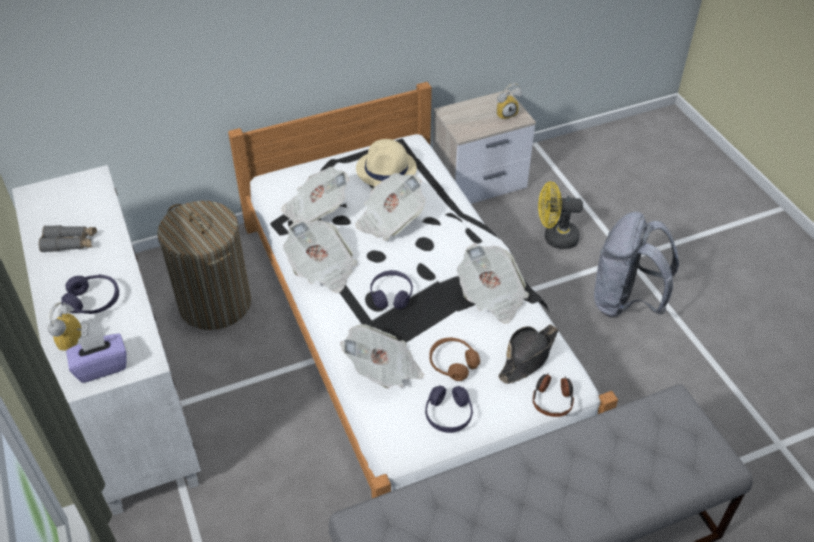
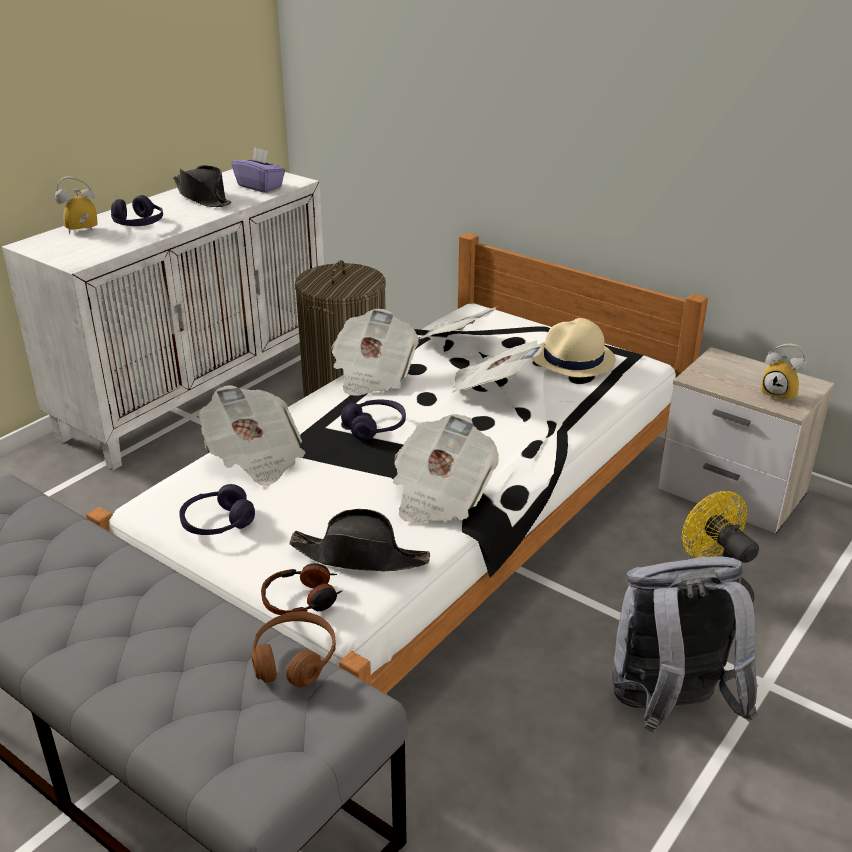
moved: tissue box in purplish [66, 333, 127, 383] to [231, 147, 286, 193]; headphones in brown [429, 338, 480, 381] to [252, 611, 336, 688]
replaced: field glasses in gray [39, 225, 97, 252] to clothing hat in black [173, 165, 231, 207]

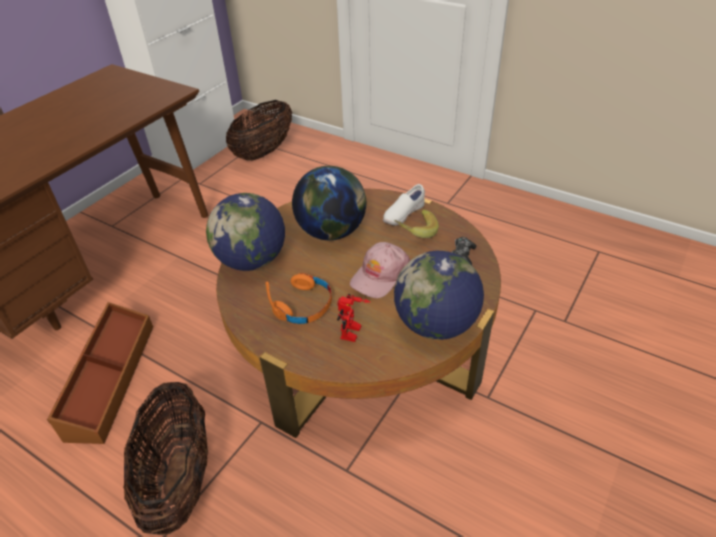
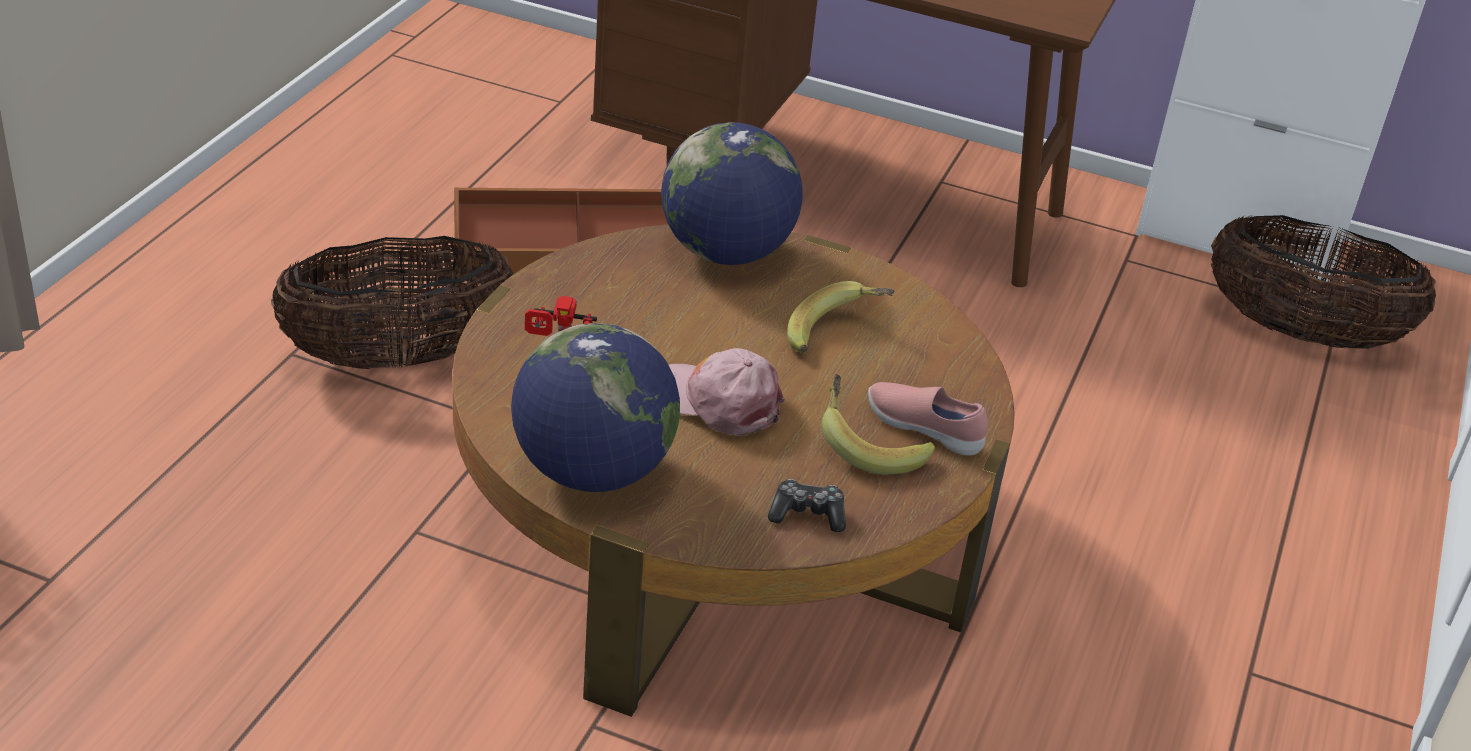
removed: headphones in orange-coloured [266, 273, 332, 324]
replaced: desk globe [292, 166, 366, 240] to banana [787, 281, 894, 353]
recoloured: item of footwear in white-coloured [383, 184, 425, 225] to item of footwear in pinkish [868, 382, 988, 456]

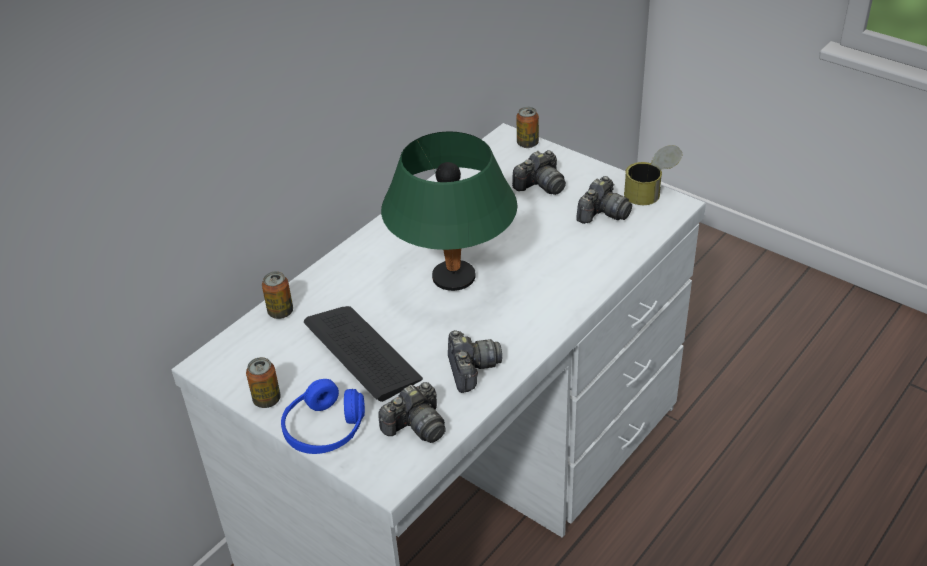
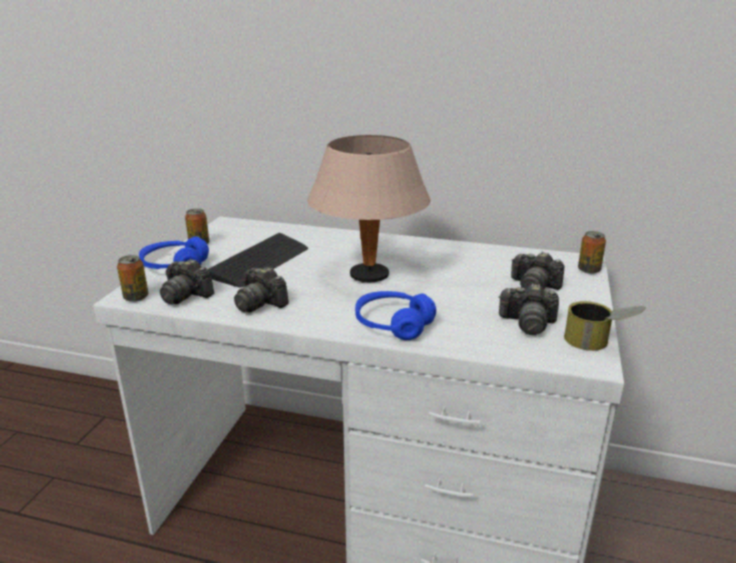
added: headphones in blue-coloured [355, 291, 436, 340]
moved: sealed can [262, 271, 293, 319] to [117, 255, 148, 302]
recoloured: table lamp in green [381, 131, 517, 291] to table lamp in sand-coloured [308, 135, 430, 282]
turned: photo camera [448, 330, 502, 393] = [234, 267, 289, 313] 75 degrees clockwise

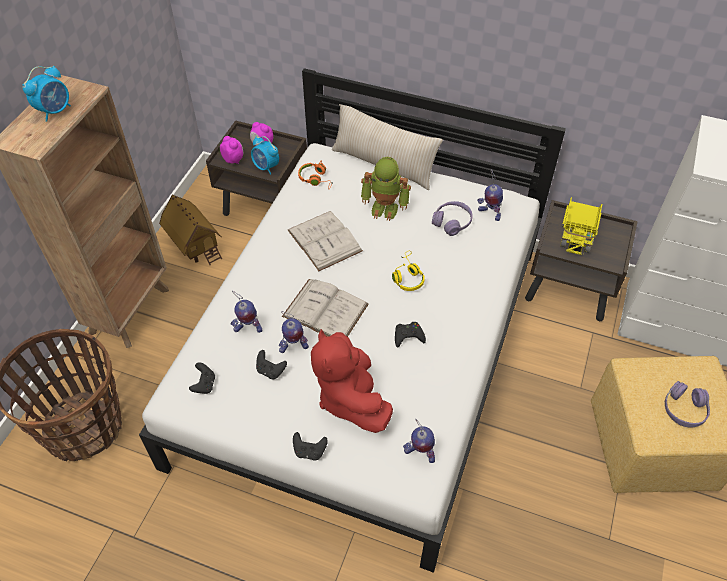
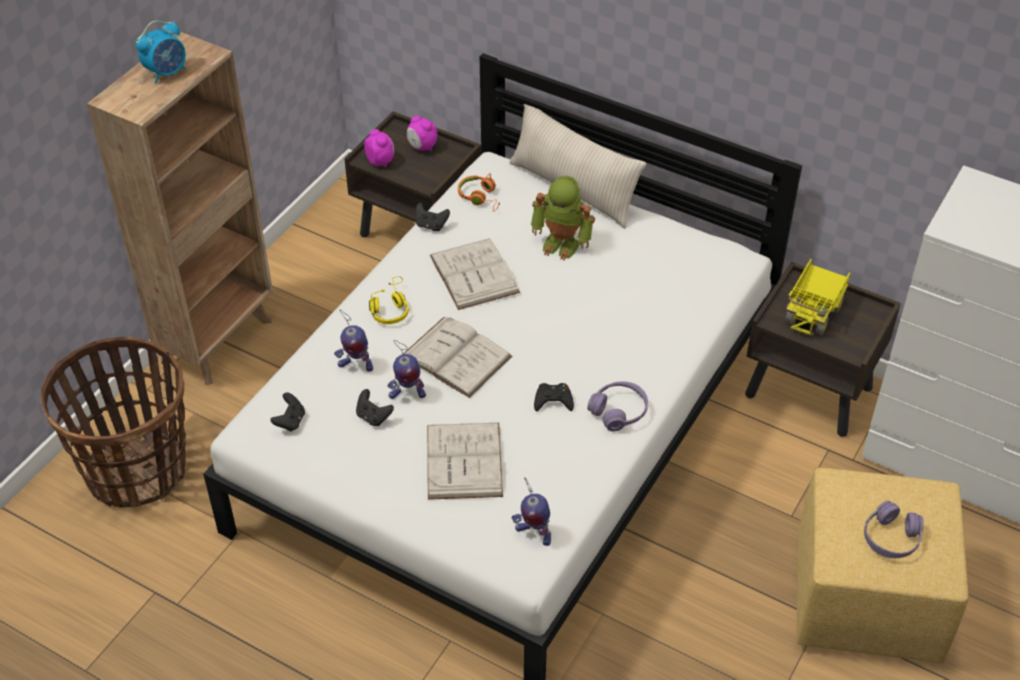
removed: miniature house [159, 195, 222, 265]; bedside clock [251, 136, 279, 175]; robot figure [477, 170, 503, 221]
moved: joypad in black [293, 432, 328, 461] to [415, 202, 450, 231]; headphones in yellow [392, 251, 425, 291] to [369, 276, 409, 324]; headphones in purplish [432, 201, 473, 236] to [587, 381, 648, 432]
replaced: soft toy in red-coloured [311, 329, 393, 433] to book in white-coloured [427, 423, 503, 500]

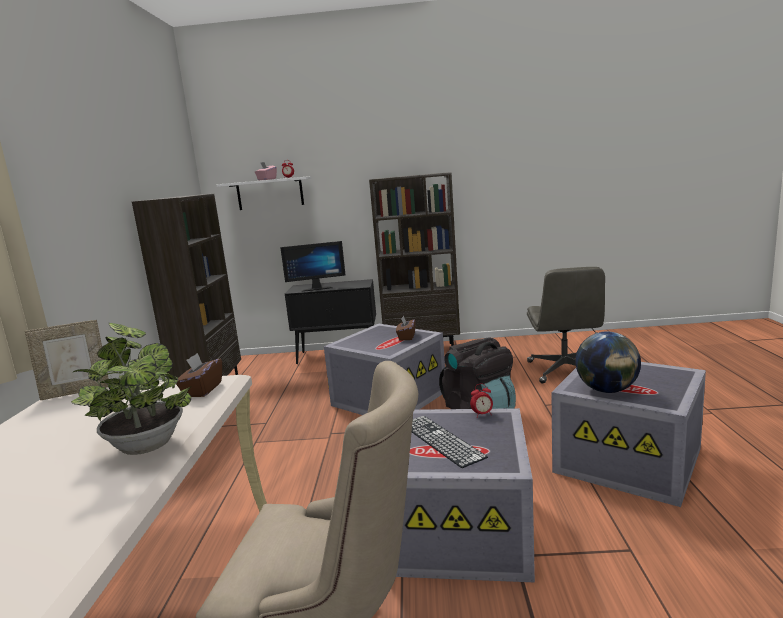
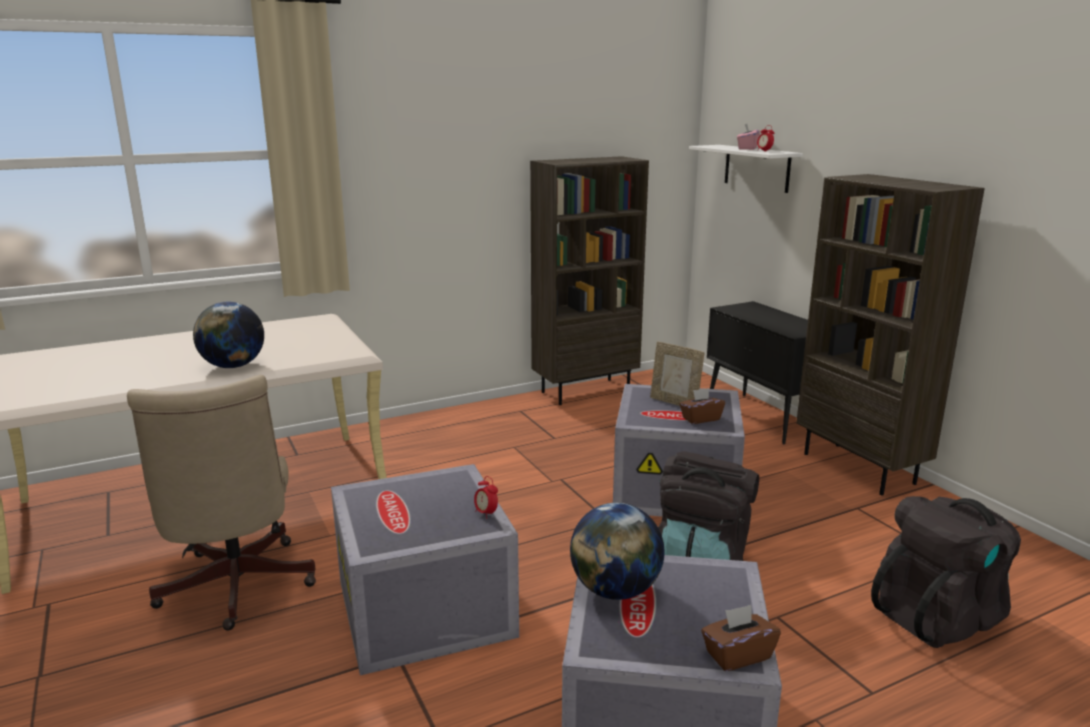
removed: computer screen [280, 241, 345, 292]; PC keyboard [412, 416, 488, 468]
moved: picture frame [25, 320, 109, 400] to [650, 341, 705, 406]; tissue box in brown [176, 353, 222, 397] to [701, 605, 781, 671]
replaced: plant in a pot [71, 323, 191, 455] to desk globe [193, 302, 264, 368]; computer chair in gray [527, 267, 605, 383] to knapsack in black [871, 496, 1021, 648]

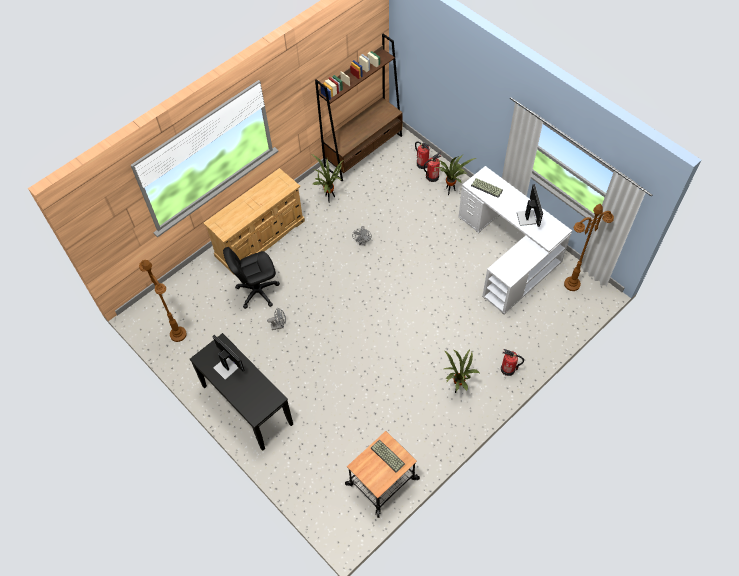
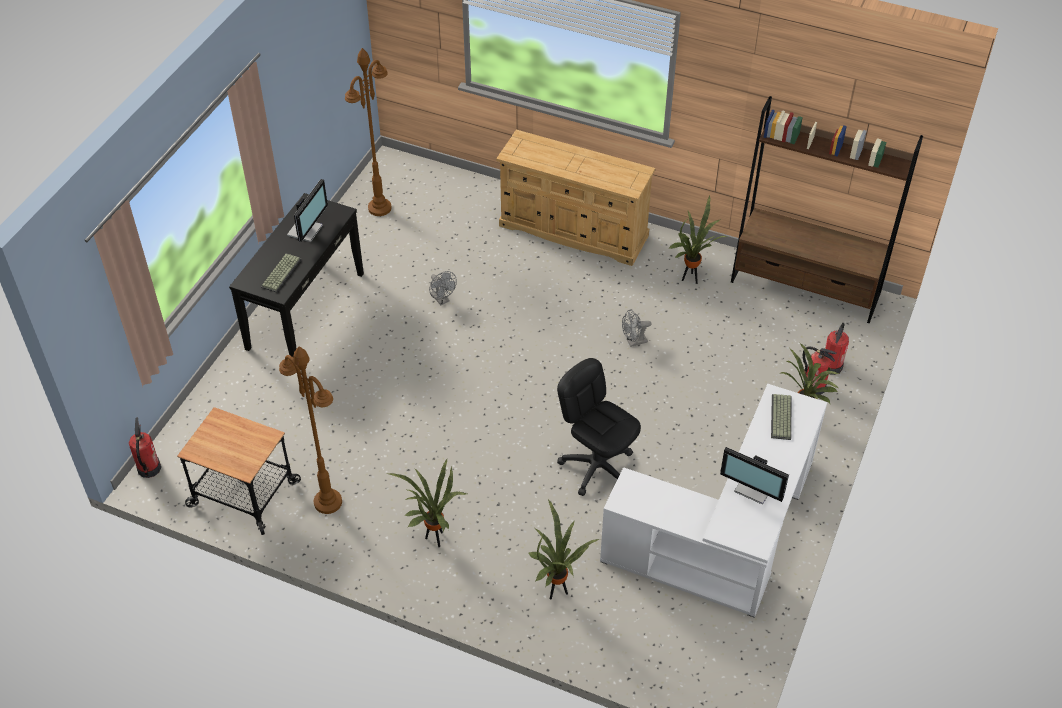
added: plant in a pot [529, 499, 600, 600]
moved: computer chair in black [223, 247, 280, 309] to [557, 358, 641, 496]; PC keyboard [371, 439, 405, 473] to [261, 253, 302, 293]; fire-fighting cylinder [501, 349, 524, 376] to [129, 417, 161, 478]; standing lamp in brown [564, 204, 614, 291] to [279, 347, 342, 514]
turned: computer screen [517, 184, 543, 227] = [720, 447, 789, 505] 60 degrees clockwise

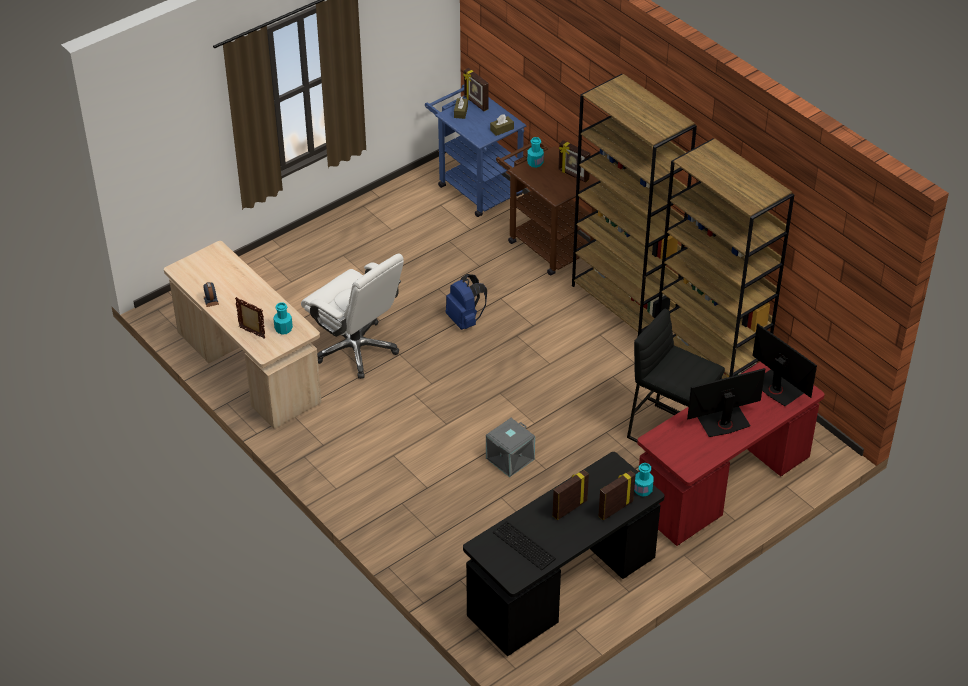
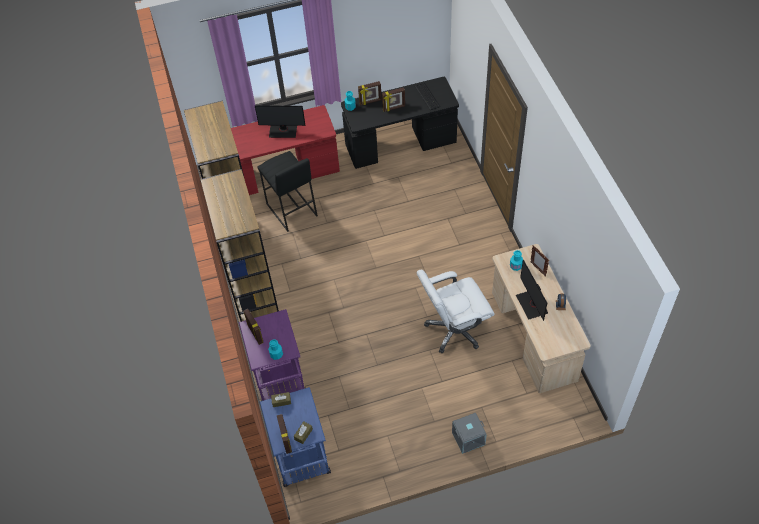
removed: knapsack in blue-coloured [446, 274, 487, 330]
moved: storage bin in gray [486, 418, 535, 477] to [452, 413, 487, 454]; computer screen [752, 323, 817, 406] to [516, 260, 548, 321]
recoloured: cart in brown [496, 142, 599, 276] to cart in purplish [239, 309, 306, 401]
turned: computer chair in white-coloured [301, 254, 404, 379] = [417, 270, 494, 353] 90 degrees counterclockwise

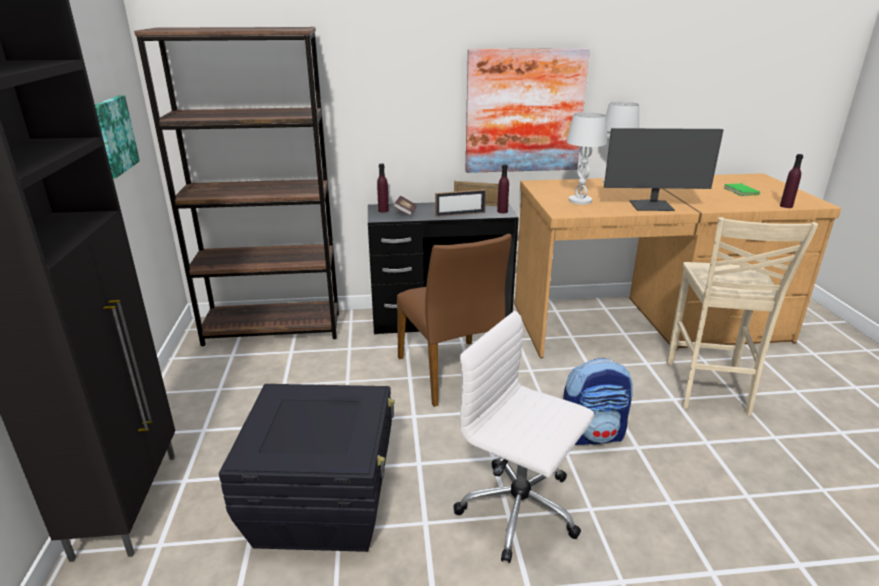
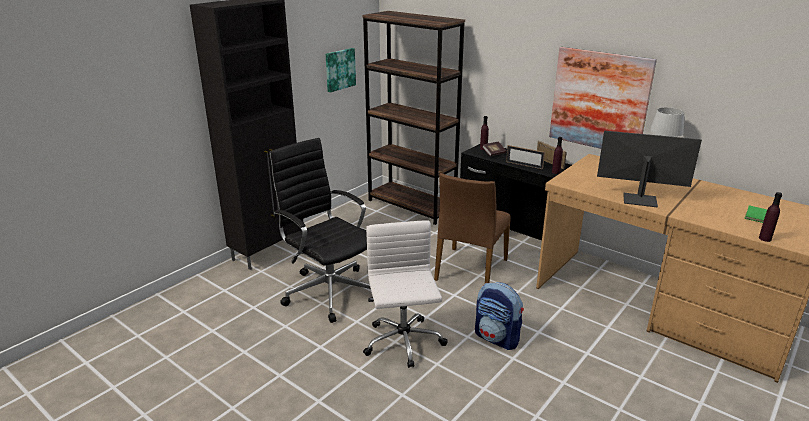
removed: table lamp in white-coloured [567, 112, 607, 205]; upright chair in sand-coloured [667, 217, 818, 415]
replaced: storage bin in black [219, 384, 395, 552] to computer chair in black [269, 138, 371, 323]
turned: computer screen [604, 128, 724, 211] = [597, 131, 702, 208] 150 degrees clockwise

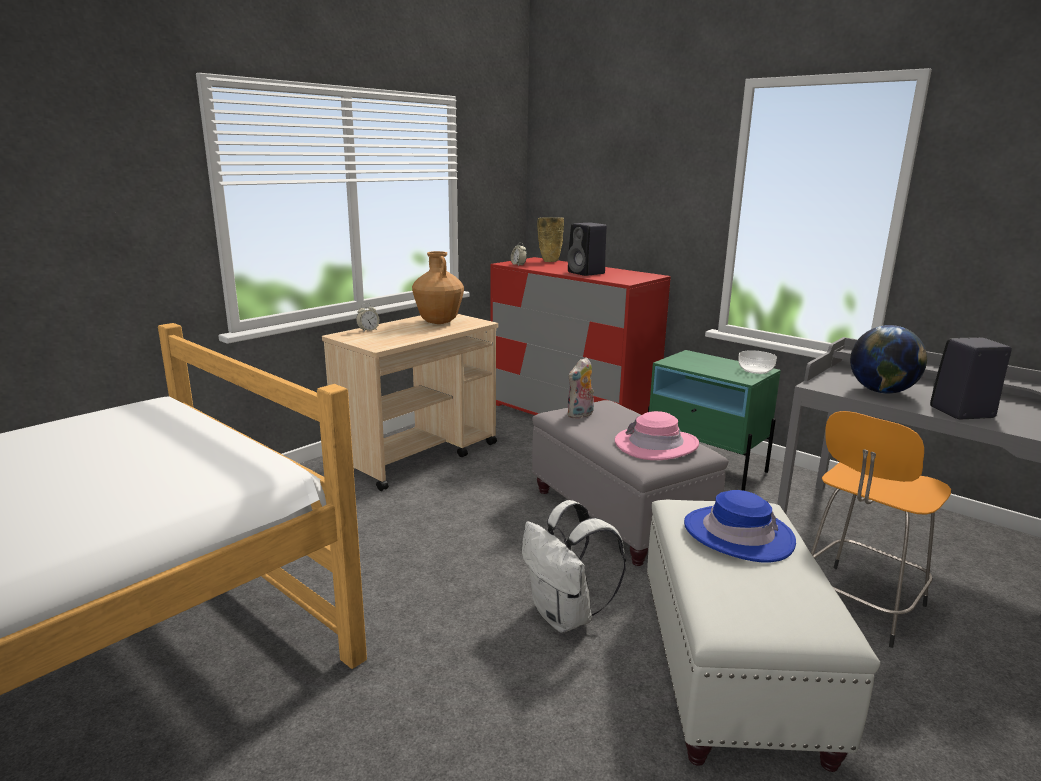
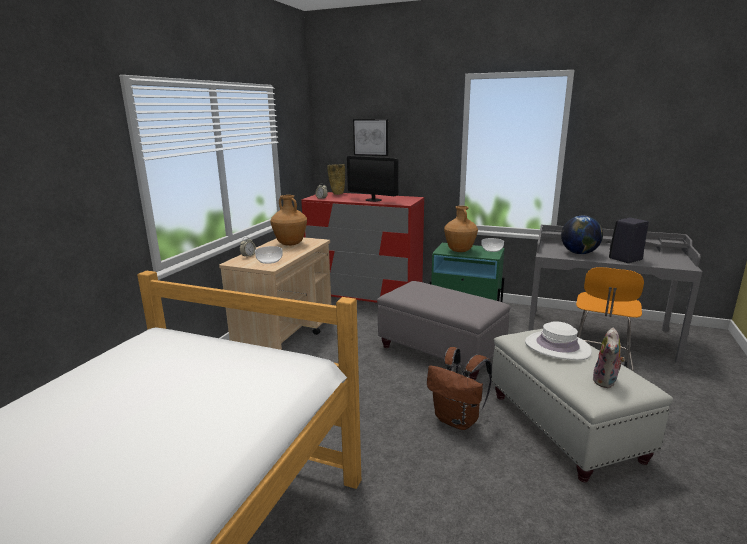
removed: clothing hat in pinkish [615, 411, 699, 460]
added: serving bowl [255, 246, 282, 264]; wall art [353, 119, 388, 156]; vase in brown [444, 206, 478, 252]
moved: soft toy [567, 357, 594, 419] to [592, 328, 625, 388]
replaced: loudspeaker in black [567, 223, 607, 276] to computer screen [347, 156, 399, 202]
recoloured: knapsack in white-coloured [522, 500, 626, 633] to knapsack in brown [427, 347, 492, 430]; clothing hat in blue-coloured [684, 490, 796, 562] to clothing hat in white-coloured [525, 321, 592, 360]

